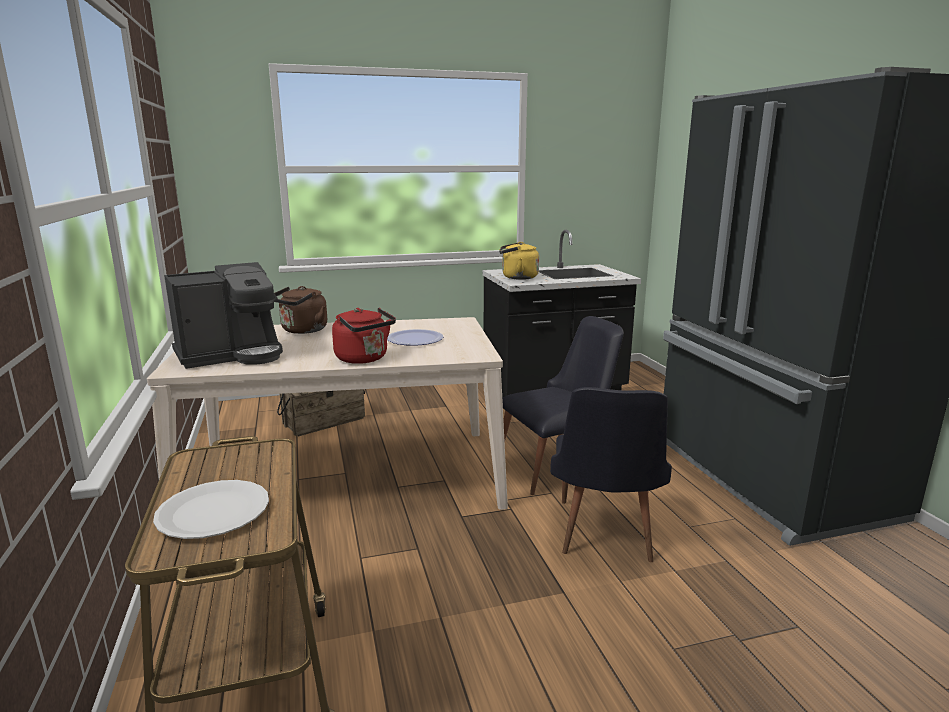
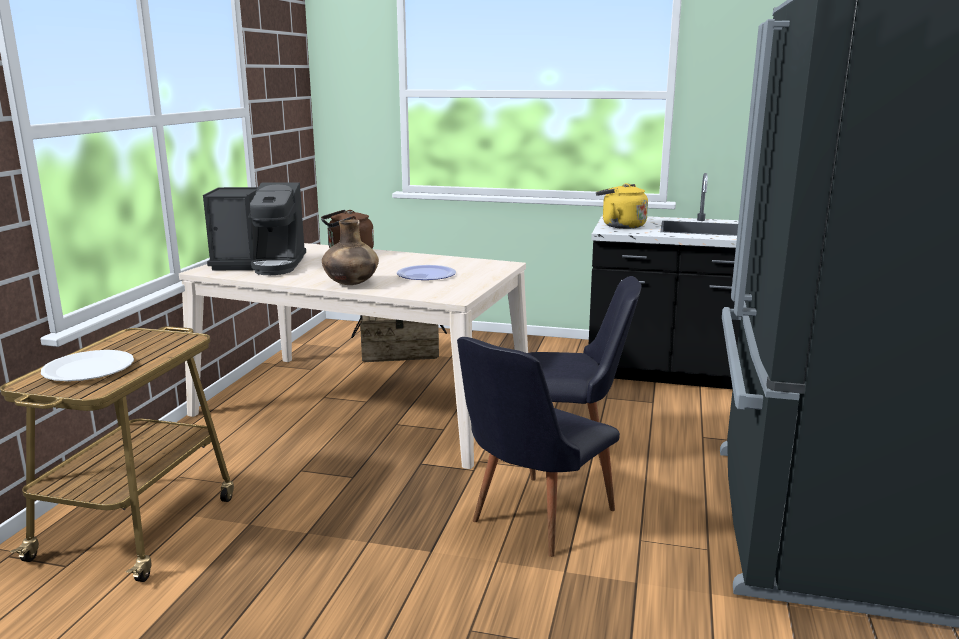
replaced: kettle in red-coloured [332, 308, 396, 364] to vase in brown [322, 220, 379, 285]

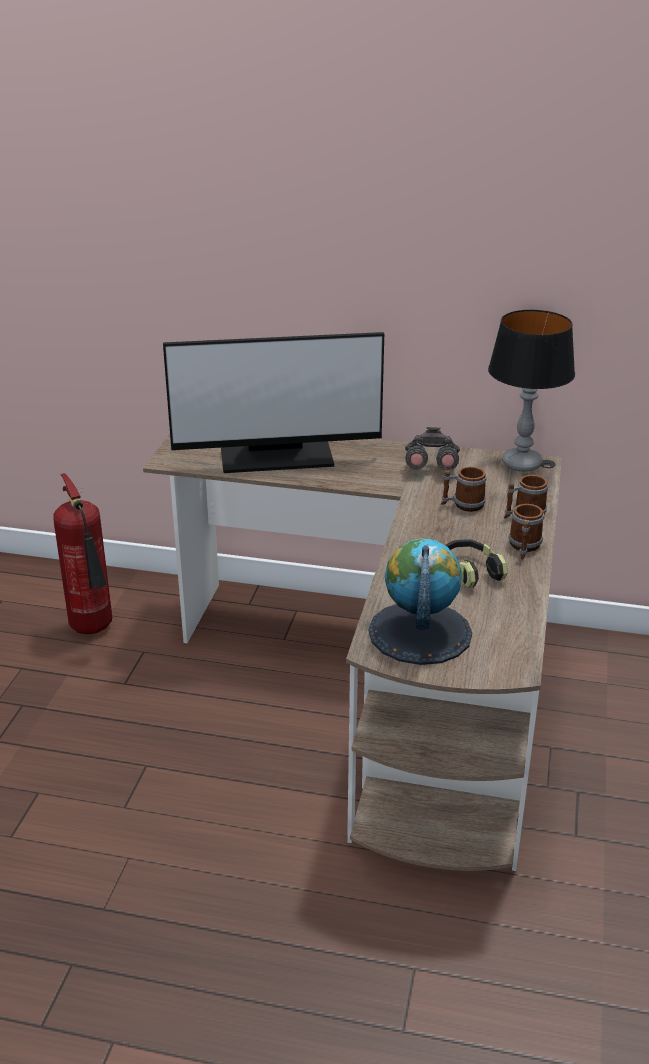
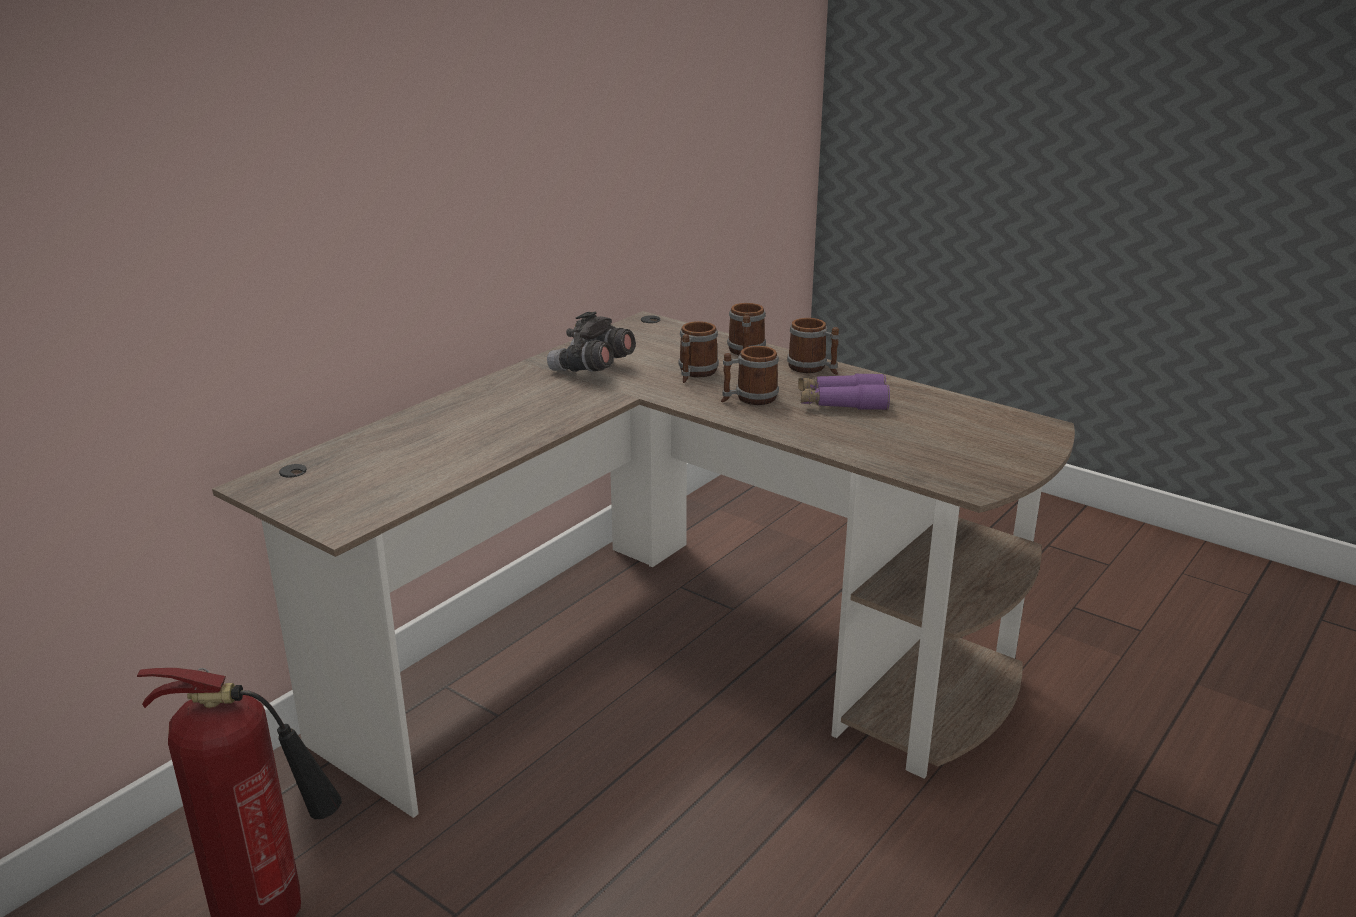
removed: computer screen [163, 332, 384, 473]; desk globe [368, 538, 472, 665]; table lamp [488, 310, 575, 472]
added: tea mug [721, 346, 779, 405]
replaced: headphones [446, 539, 508, 588] to field glasses in purplish [798, 373, 890, 410]

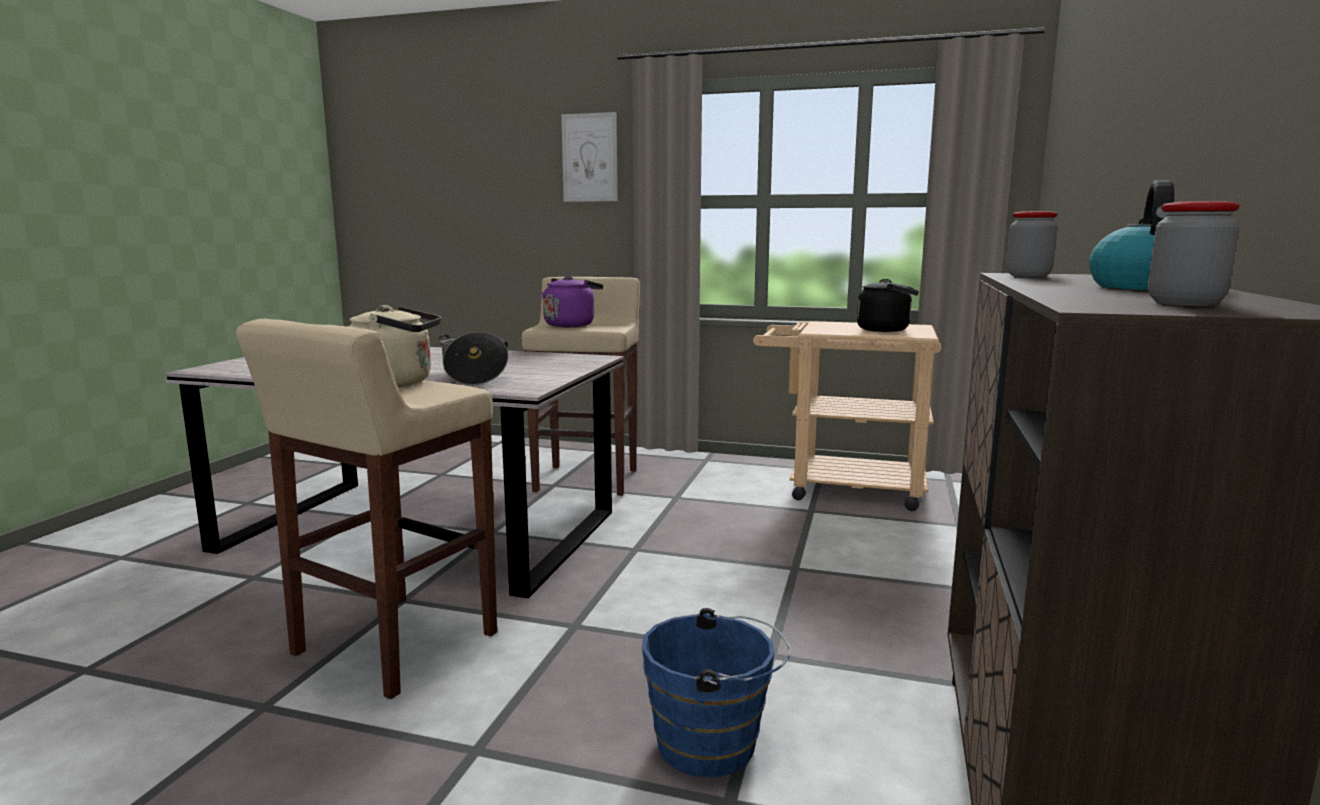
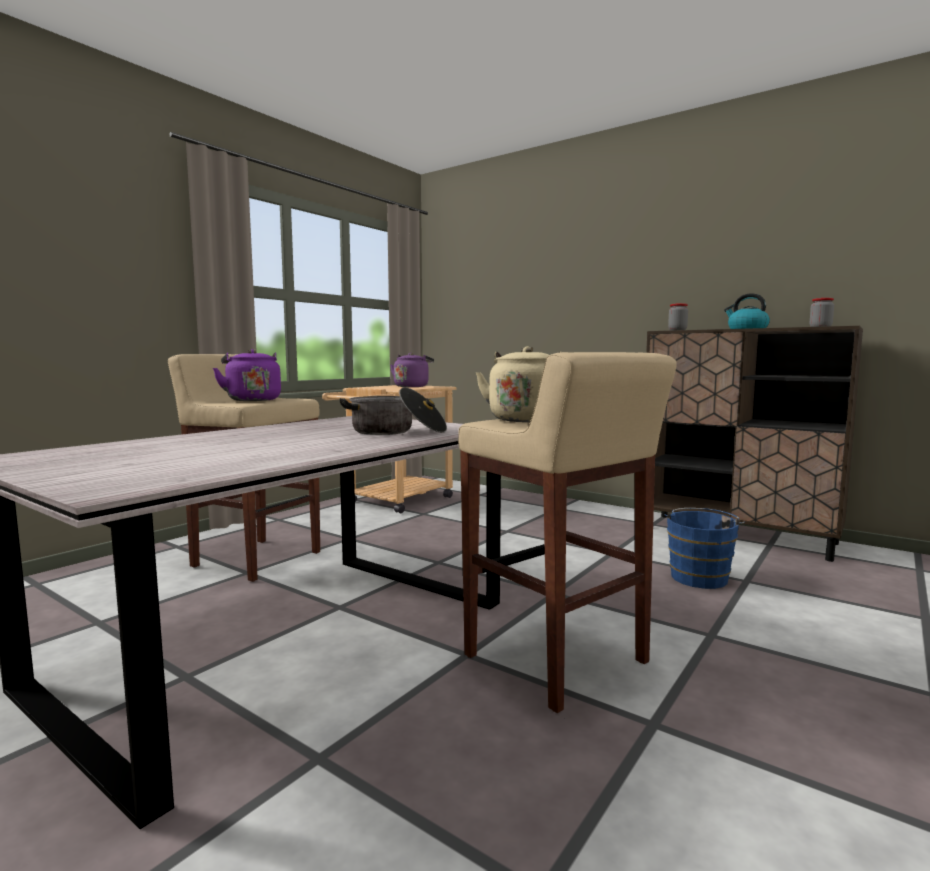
removed: wall art [561, 112, 618, 202]
recoloured: kettle in black [856, 279, 919, 332] to kettle in purplish [390, 353, 434, 387]

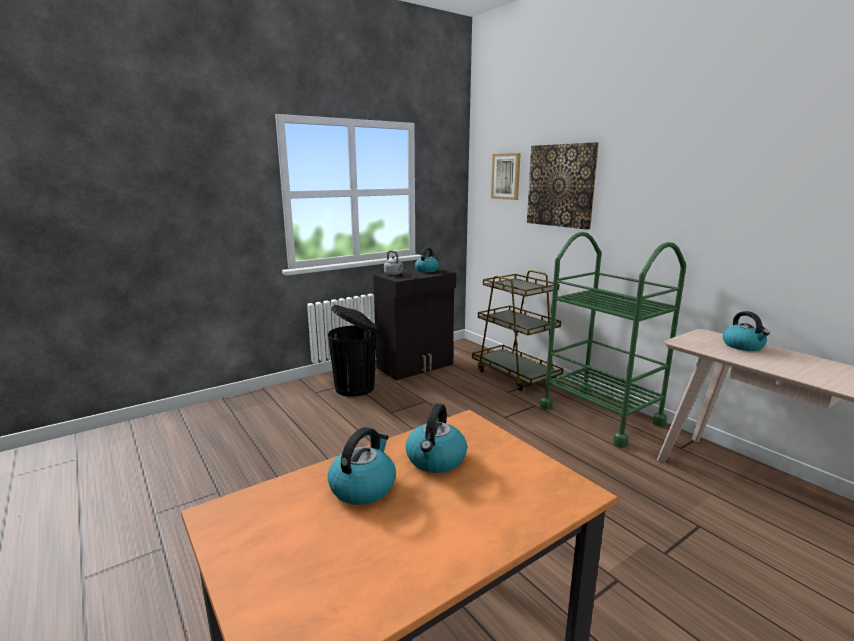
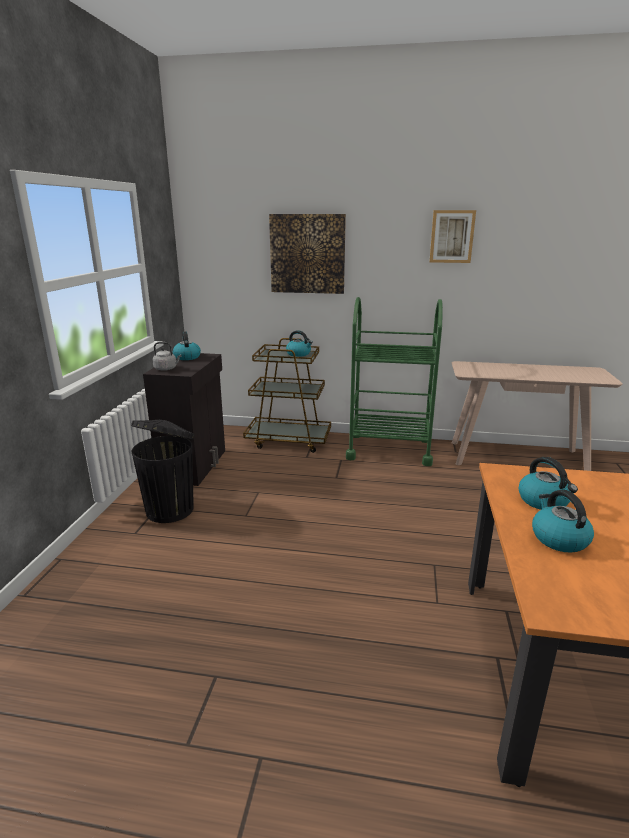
moved: wall art [491, 153, 521, 200] to [429, 210, 476, 263]; kettle [723, 311, 770, 351] to [286, 330, 313, 357]

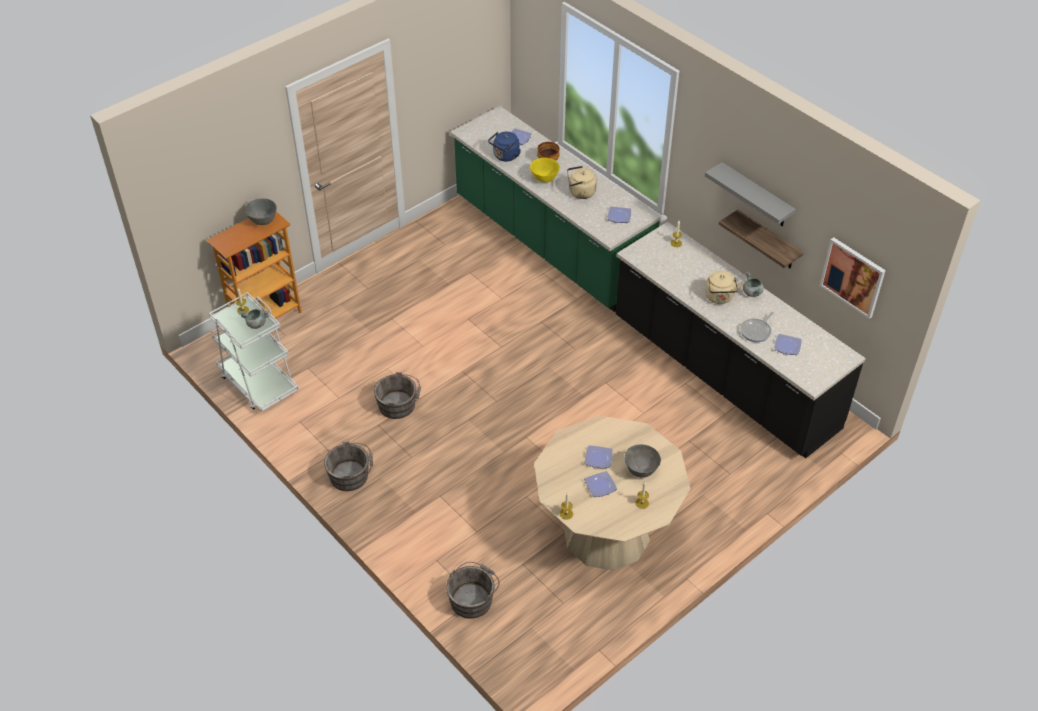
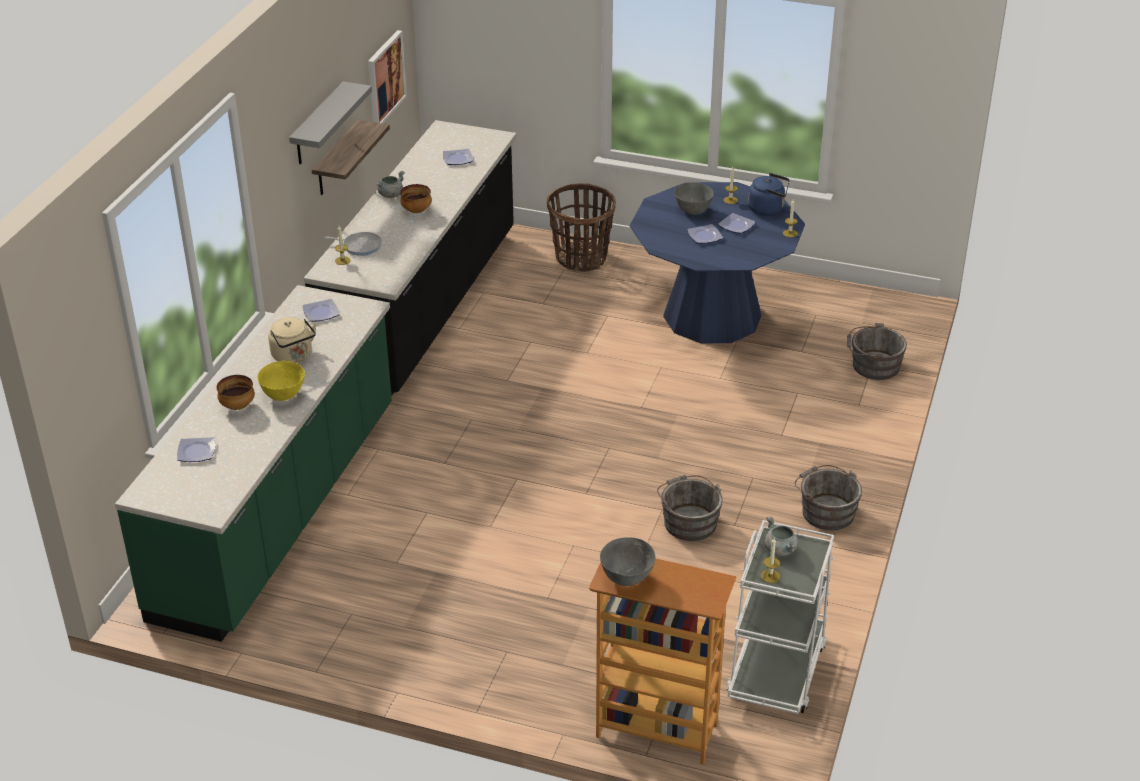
added: basket [547, 183, 616, 272]
moved: kettle in blue-coloured [488, 132, 521, 161] to [748, 173, 789, 216]; skillet [740, 312, 774, 342] to [325, 232, 382, 256]
replaced: kettle in sand-coloured [705, 270, 742, 304] to serving bowl [400, 184, 432, 213]
recoloured: dining table in sand-coloured [534, 416, 690, 570] to dining table in blue-coloured [630, 182, 805, 343]

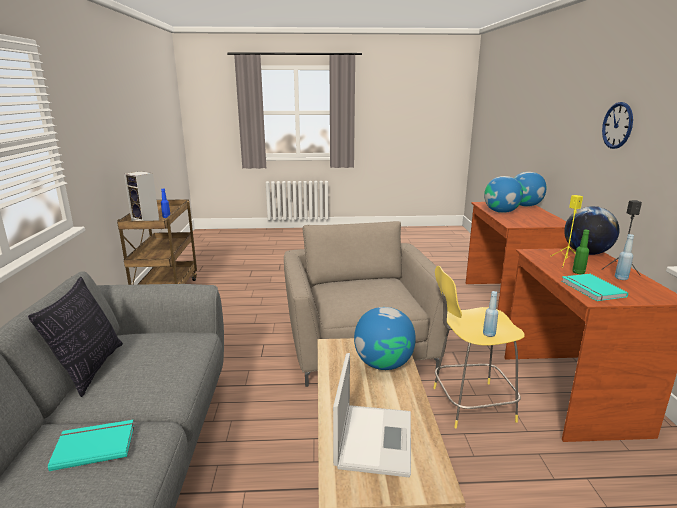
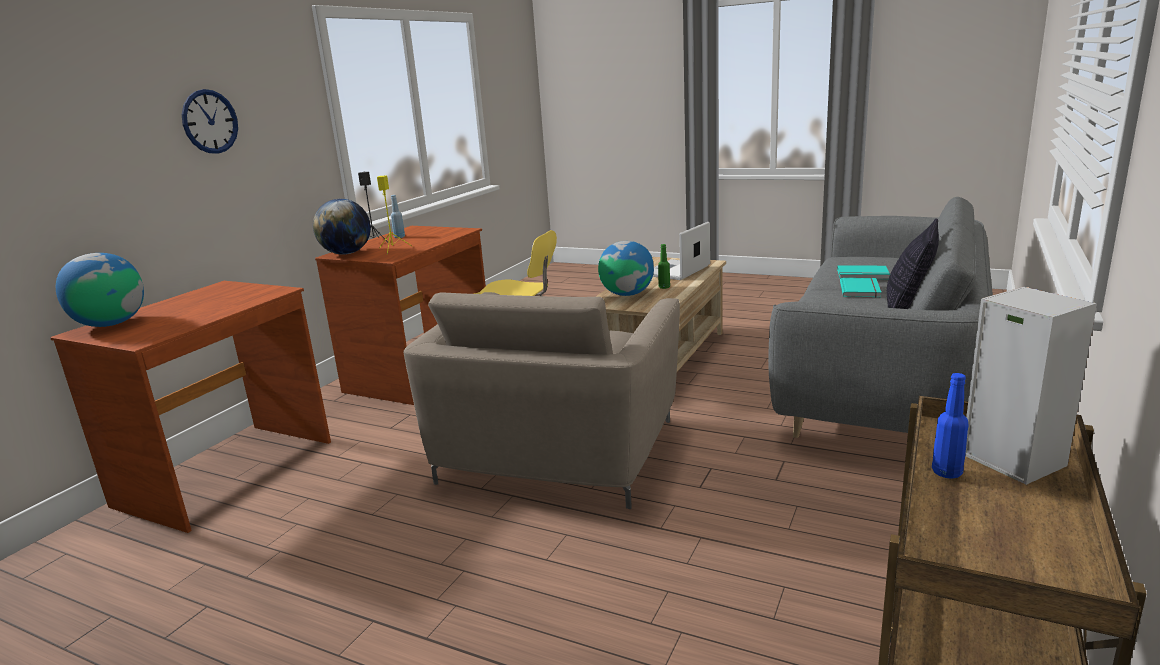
removed: beverage bottle in blue-coloured [483, 291, 498, 337]; desk globe [484, 176, 523, 213]
moved: book in turquoise [562, 274, 628, 301] to [840, 278, 881, 298]; beverage bottle in green [572, 230, 589, 274] to [658, 244, 670, 289]

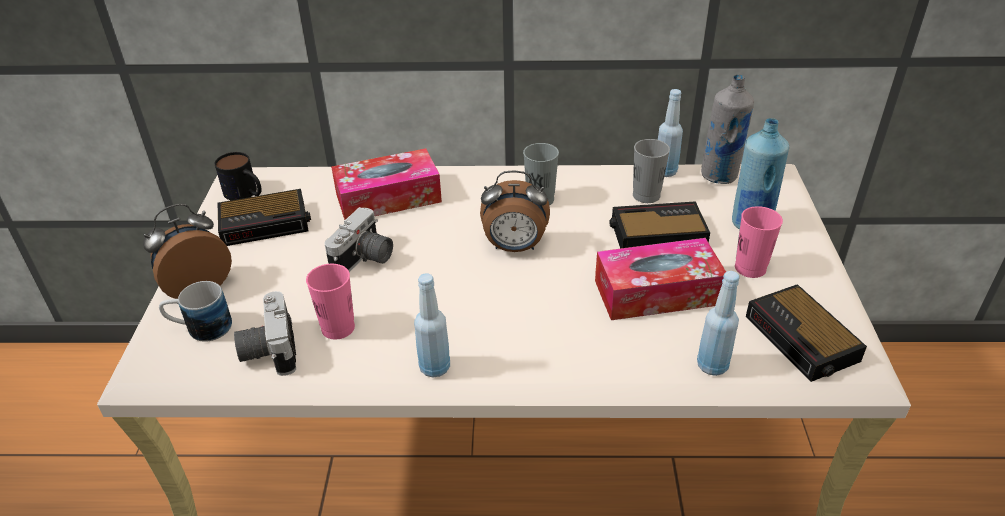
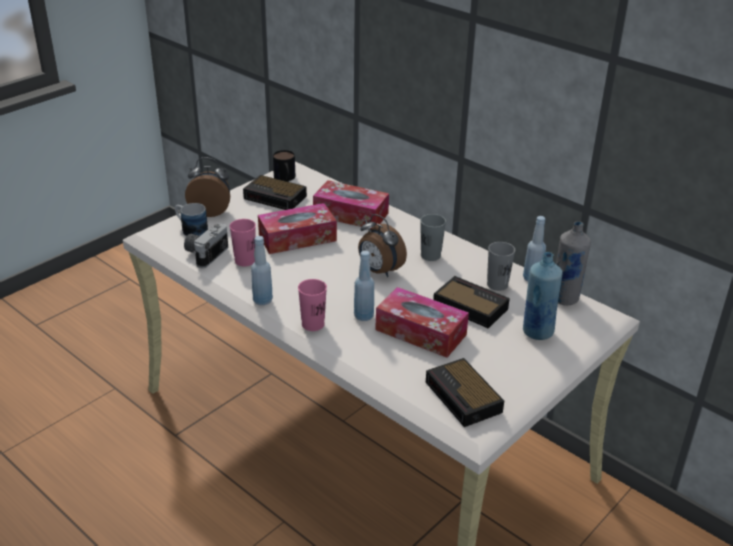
moved: beverage bottle in blue-coloured [697, 271, 740, 376] to [354, 251, 374, 321]; drinking cup in pinkish [735, 206, 783, 278] to [298, 279, 327, 331]
replaced: photo camera [325, 207, 393, 272] to tissue box [258, 203, 337, 254]
turned: bedside clock [746, 284, 867, 382] = [426, 358, 504, 427] 45 degrees counterclockwise

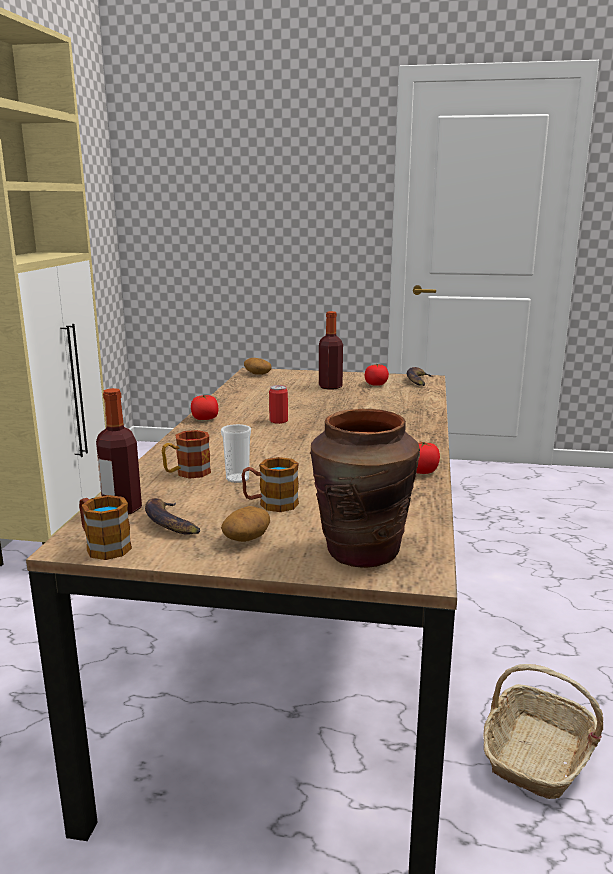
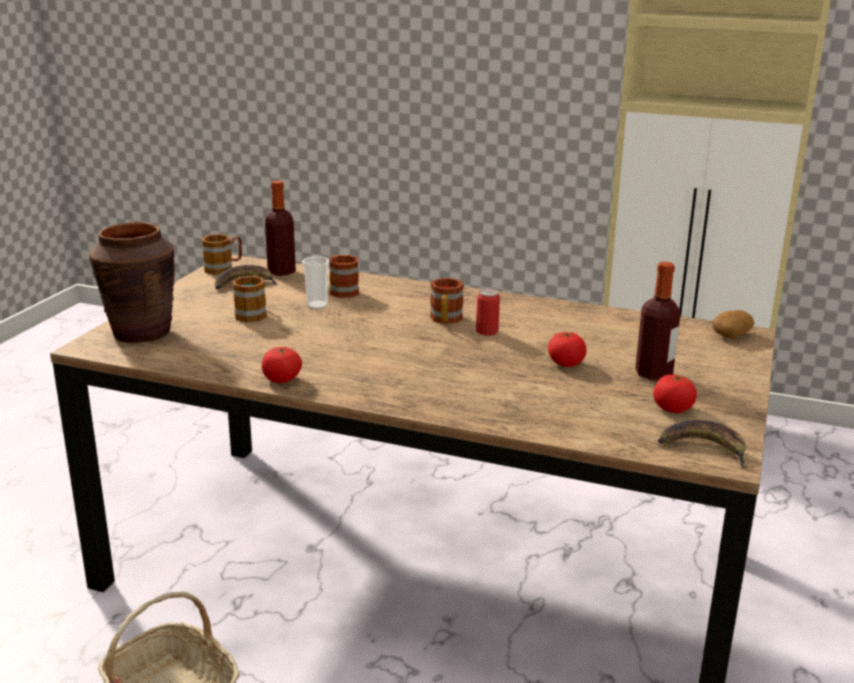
removed: spud [221, 506, 270, 542]
added: tea mug [430, 278, 464, 324]
moved: tomato [191, 395, 218, 420] to [548, 332, 586, 367]

